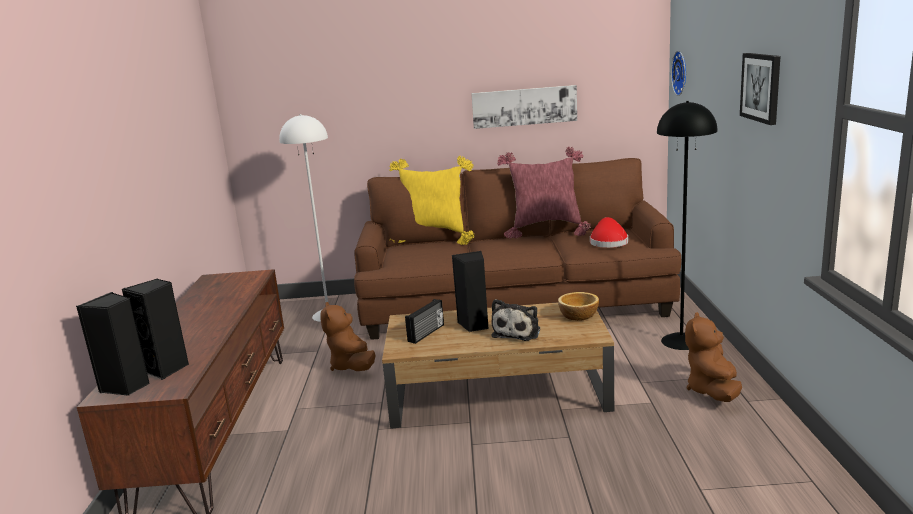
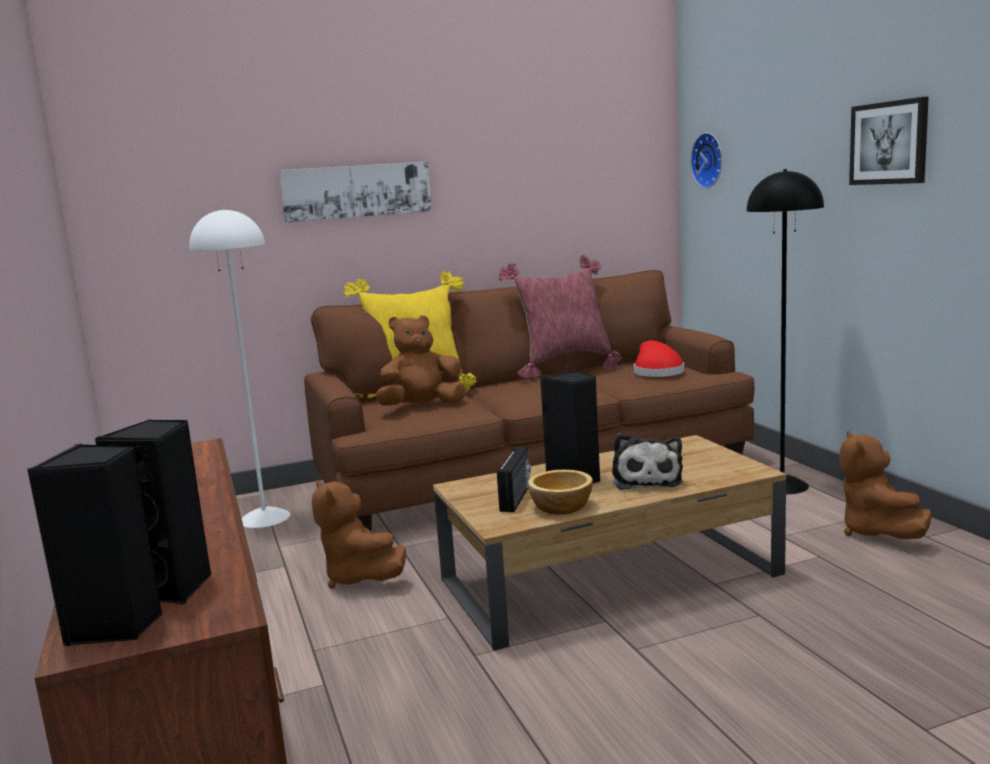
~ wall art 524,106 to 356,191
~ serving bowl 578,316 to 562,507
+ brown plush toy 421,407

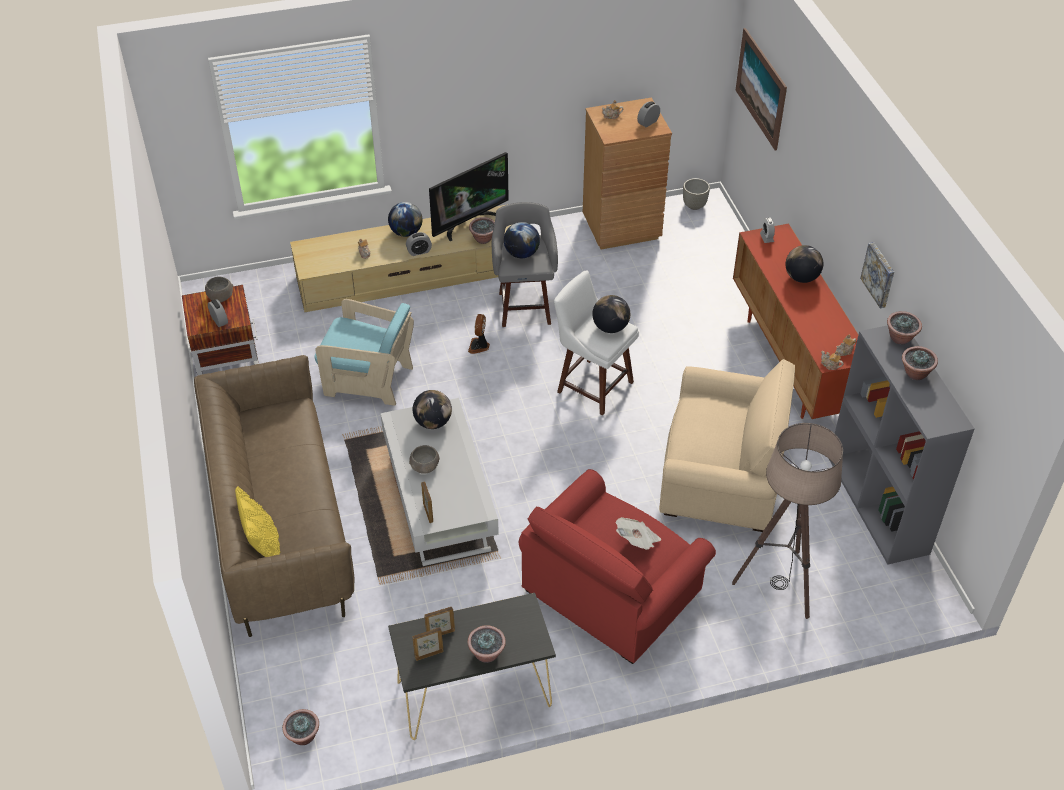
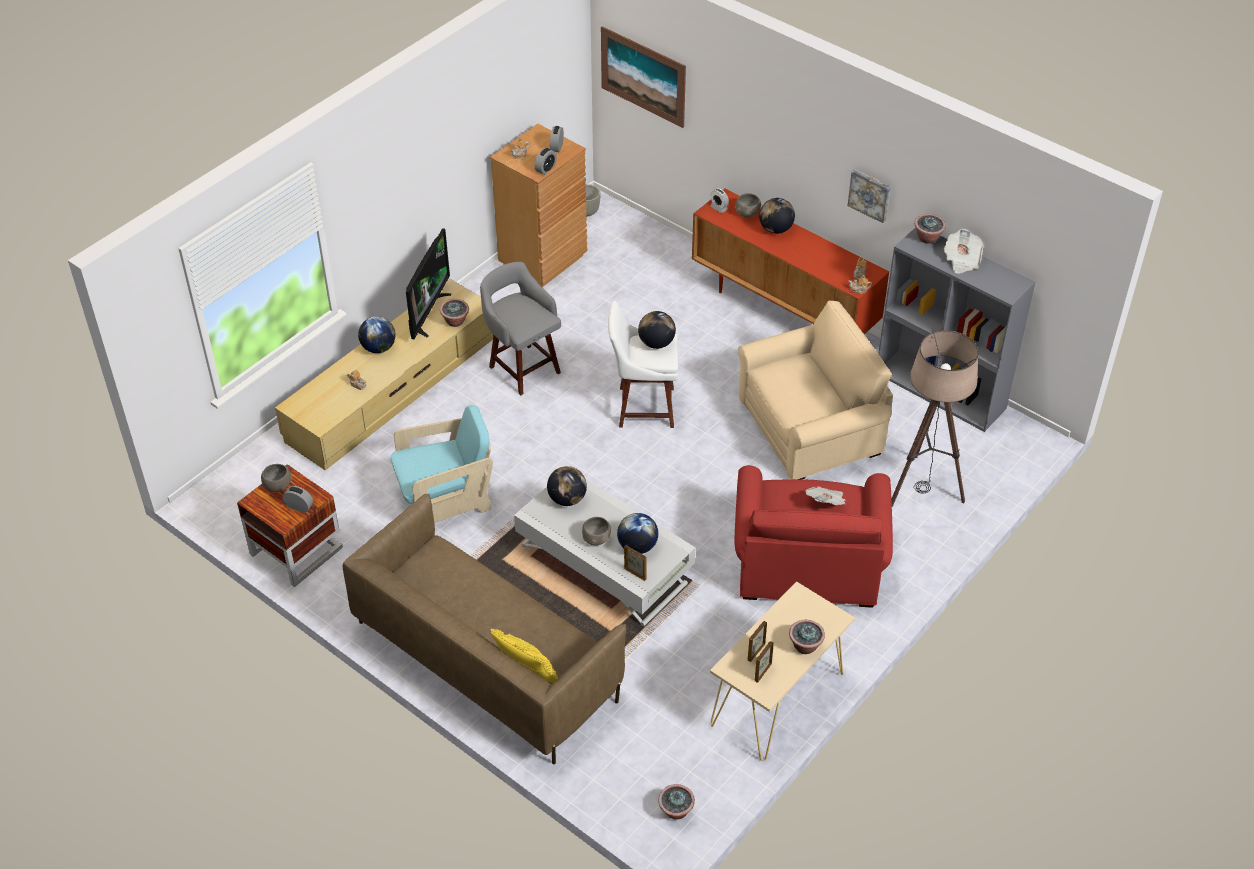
~ desk globe 521,254 to 637,546
~ bedside clock 419,251 to 545,169
- cooling fan 479,346
~ plant in a pot 915,374 to daily paper 961,260
~ black-coloured narrow table 473,694 to sand-coloured narrow table 777,699
+ greyish serving bowl 747,213

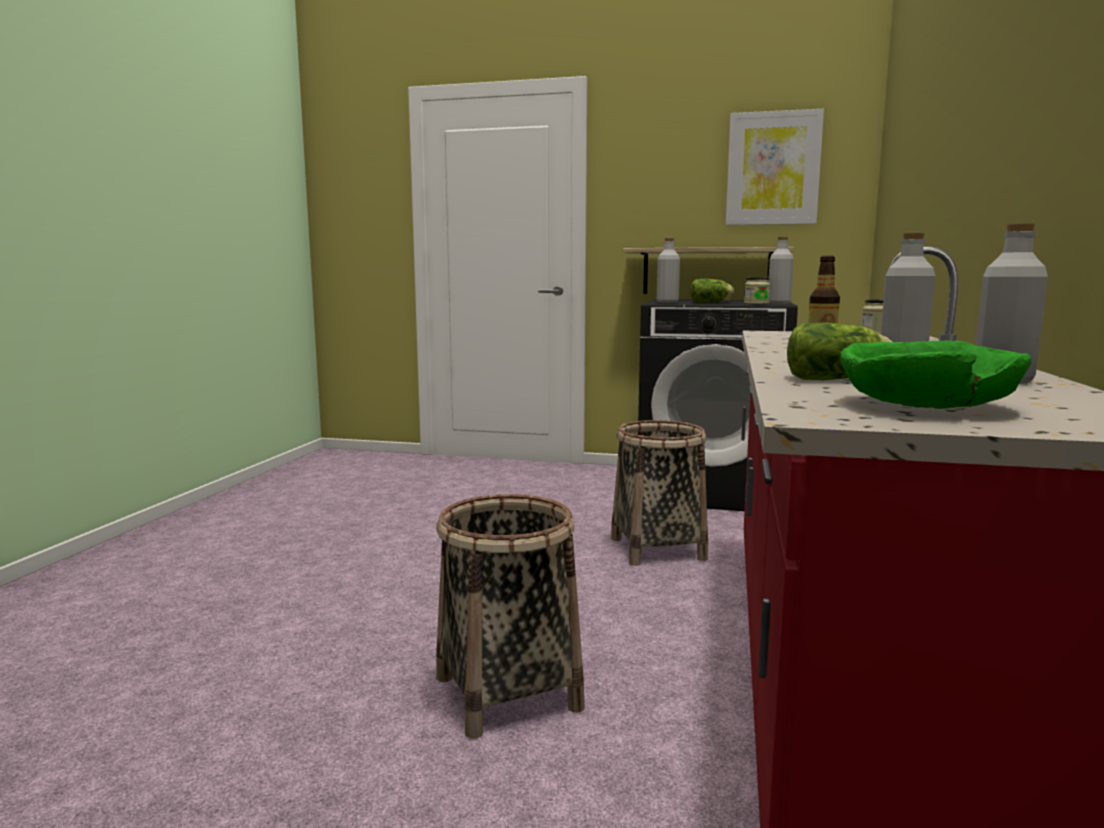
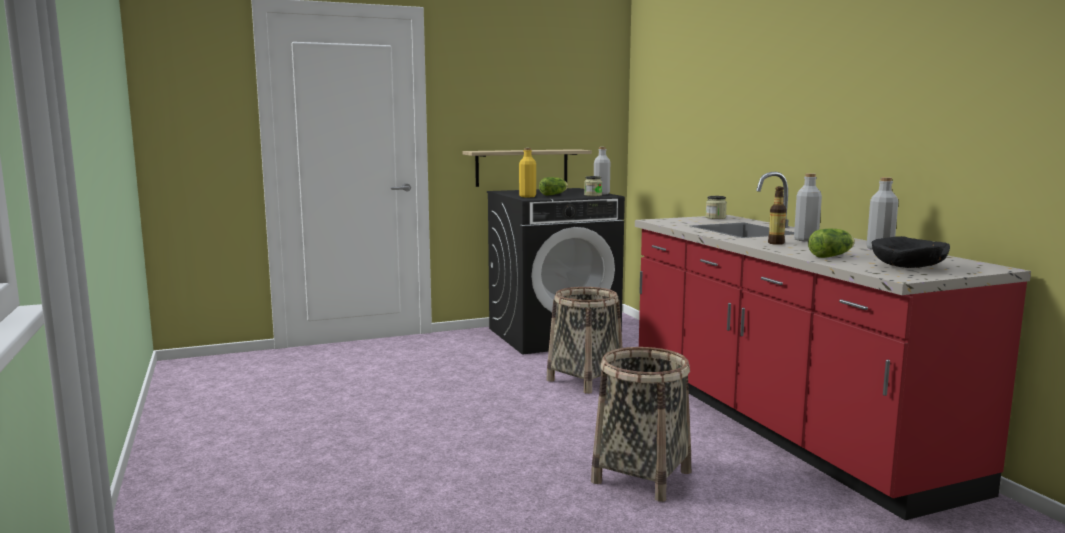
- wall art 773,169
~ greyish drink bottle 667,302 to yellowish drink bottle 527,196
~ green serving bowl 924,406 to black-coloured serving bowl 908,267

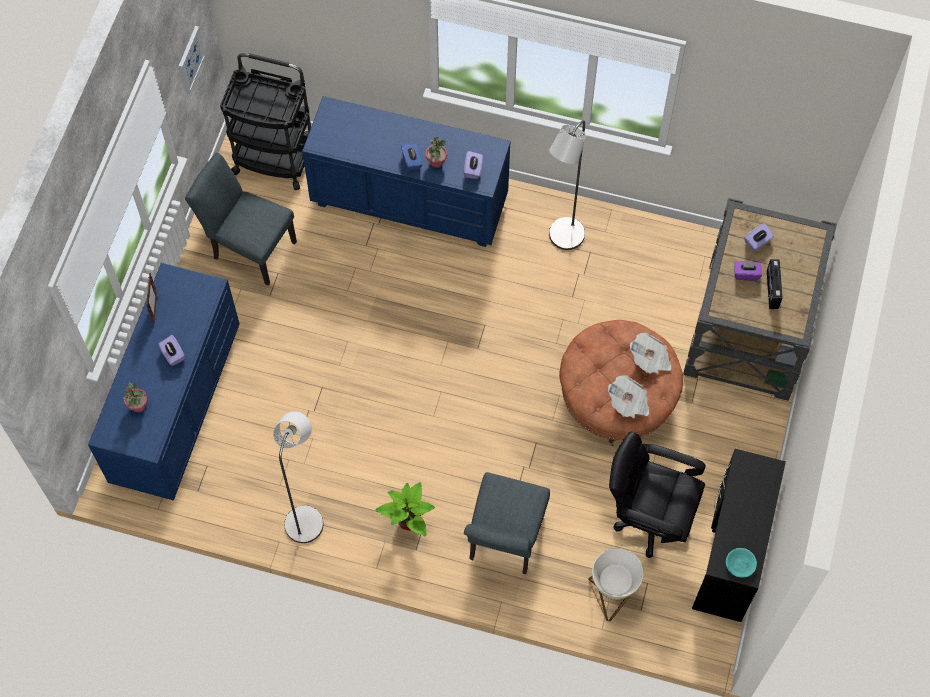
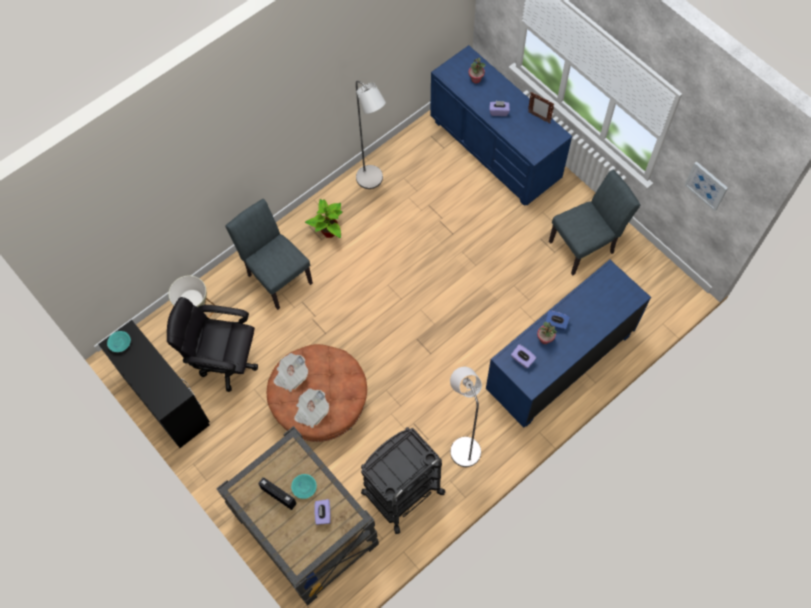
~ black-coloured wheeled cart 274,157 to 402,492
~ purple-coloured tissue box 746,274 to blue-green serving bowl 304,487
~ black-coloured computer chair 647,521 = 225,365 135 degrees counterclockwise

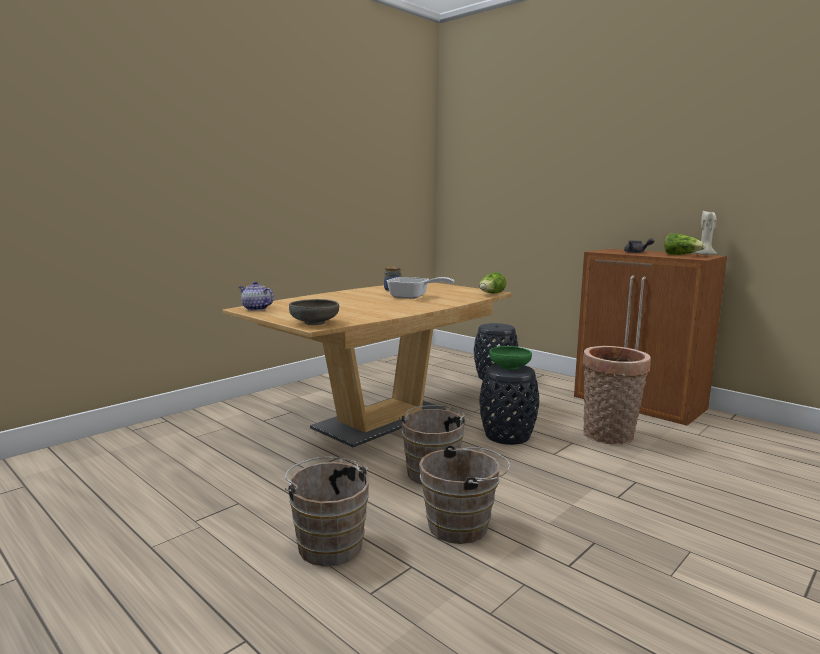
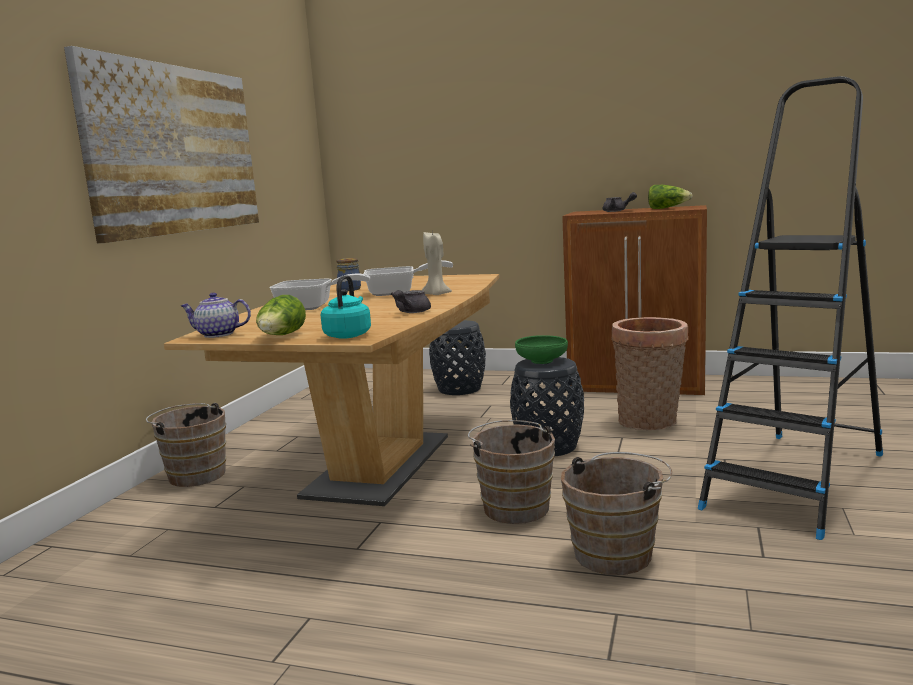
~ sand-coloured wax candle 704,255 to 436,294
~ lettuce 491,294 to 281,336
~ greyish serving bowl 314,323 to blue-green tea kettle 348,335
~ brown bucket 328,543 to 194,474
+ wall art 174,150
+ black-coloured step stool 796,480
+ skillet 312,307
+ greyish teapot 411,312

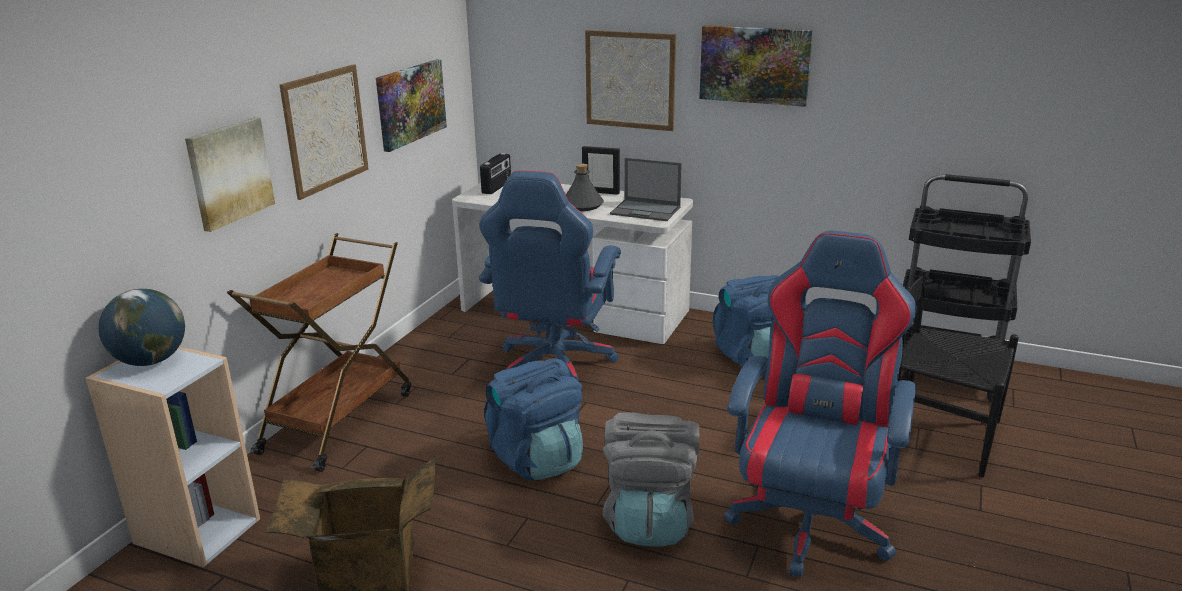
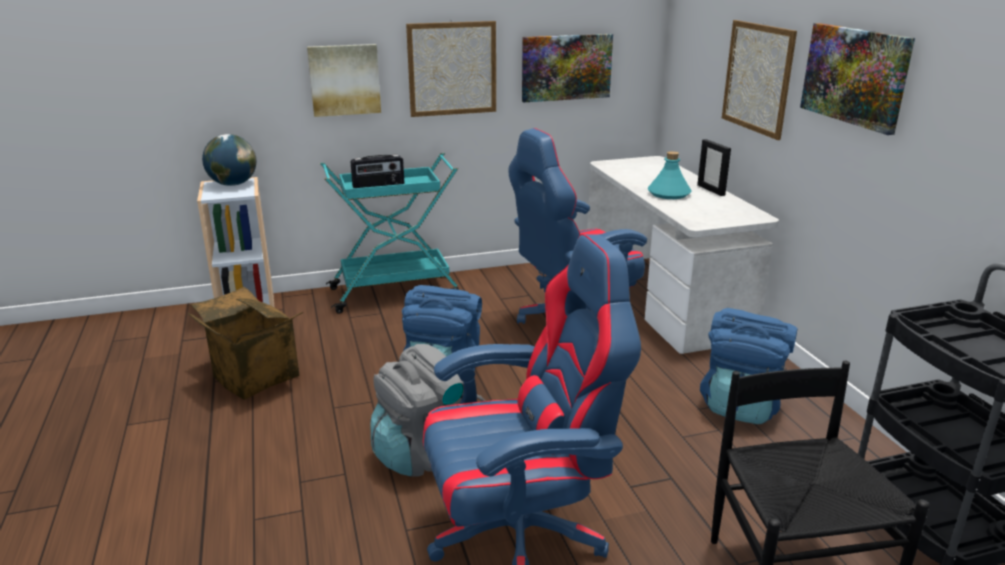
~ radio 497,187 to 378,187
- laptop 646,211
~ greyish drink bottle 582,205 to blue-green drink bottle 669,194
~ brown wheeled cart 339,422 to blue-green wheeled cart 394,293

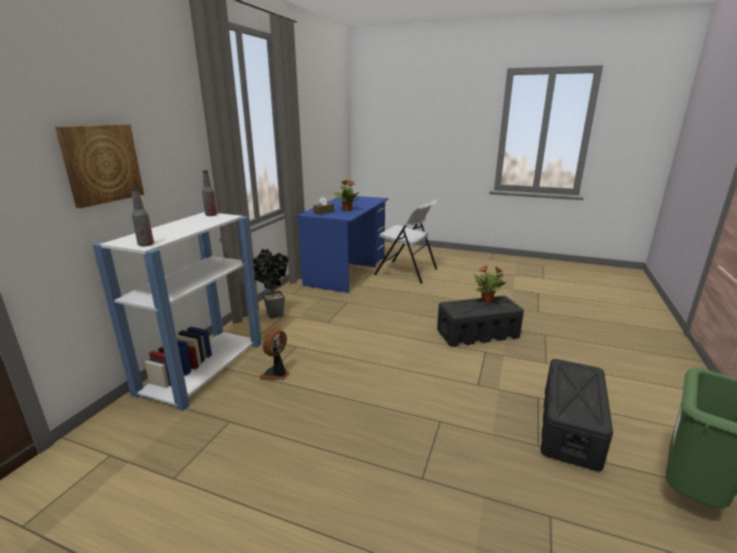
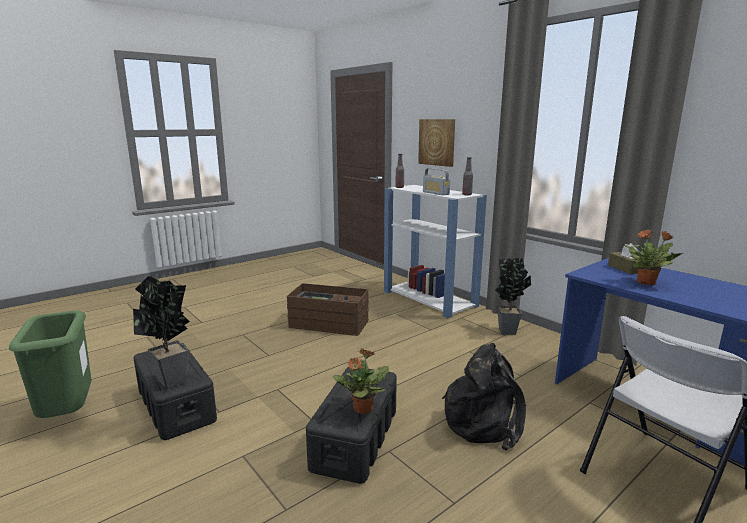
- cooling fan 276,374
+ radio 435,193
+ plant in a pot 171,383
+ brown storage bin 329,323
+ black-coloured knapsack 485,421

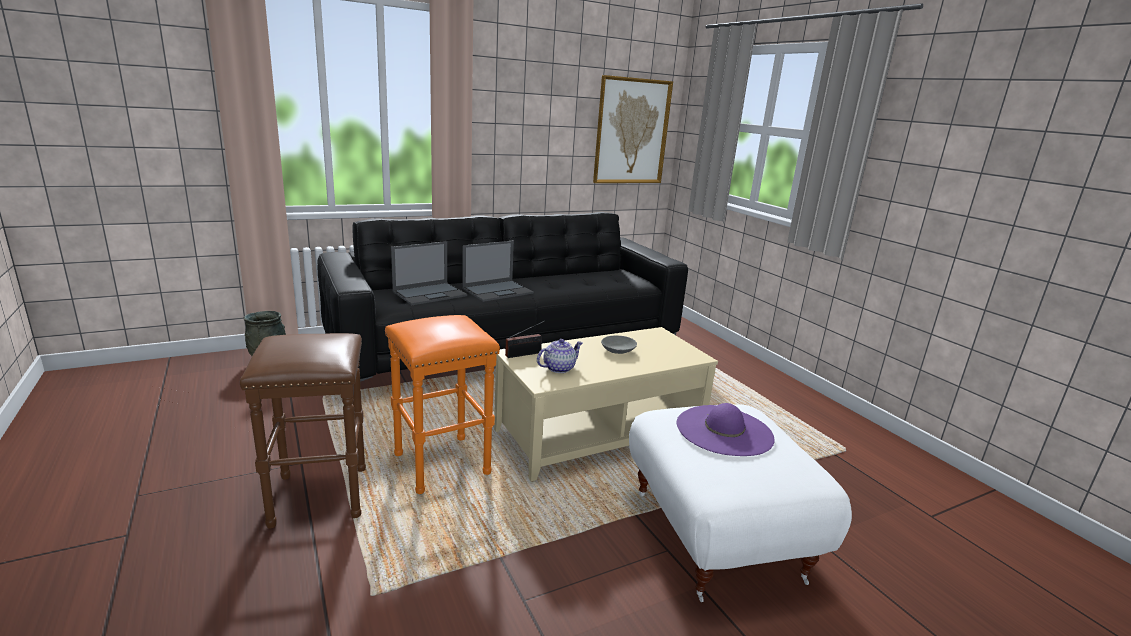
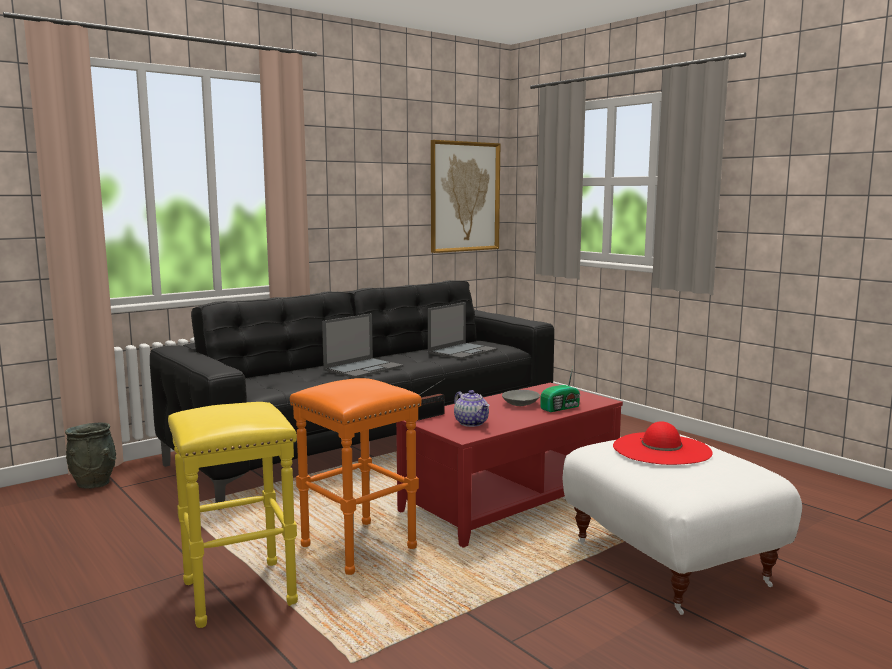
~ laptop 430,293 to 463,351
~ sand-coloured low table 598,434 to reddish low table 509,500
~ brown sitting stool 321,497 to yellowish sitting stool 242,593
~ teapot 559,368 = 472,423 105 degrees clockwise
~ purple-coloured wearable hat 724,430 to reddish wearable hat 661,449
+ radio 561,408

